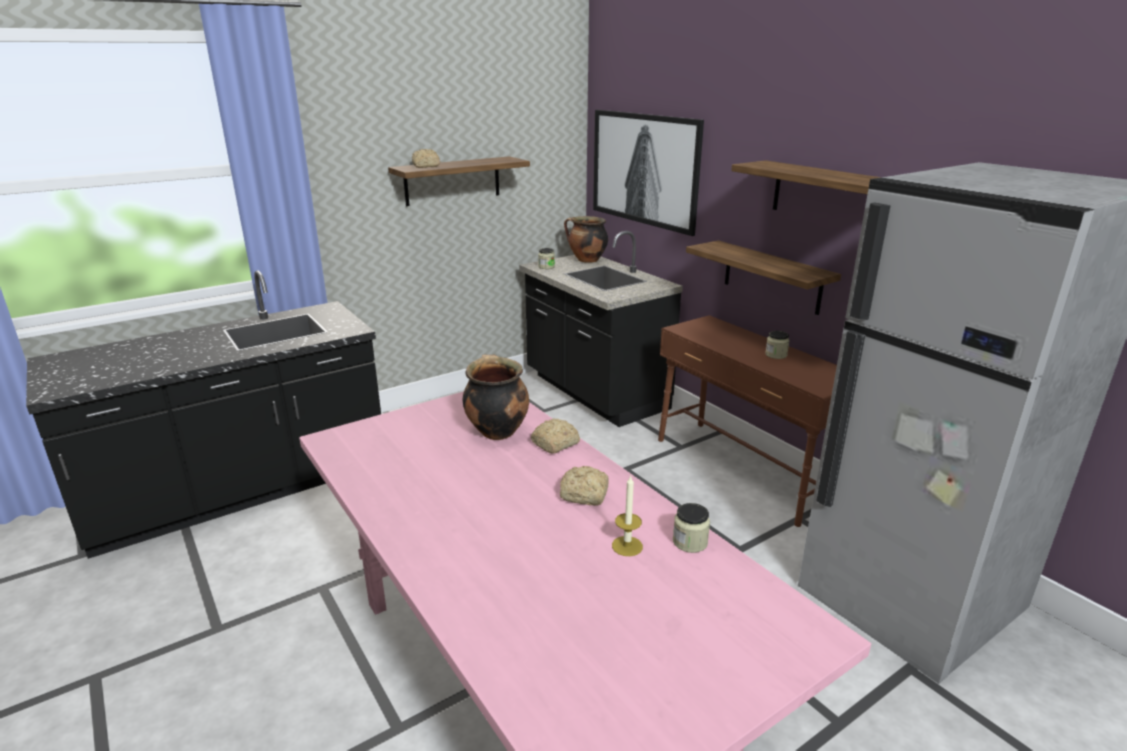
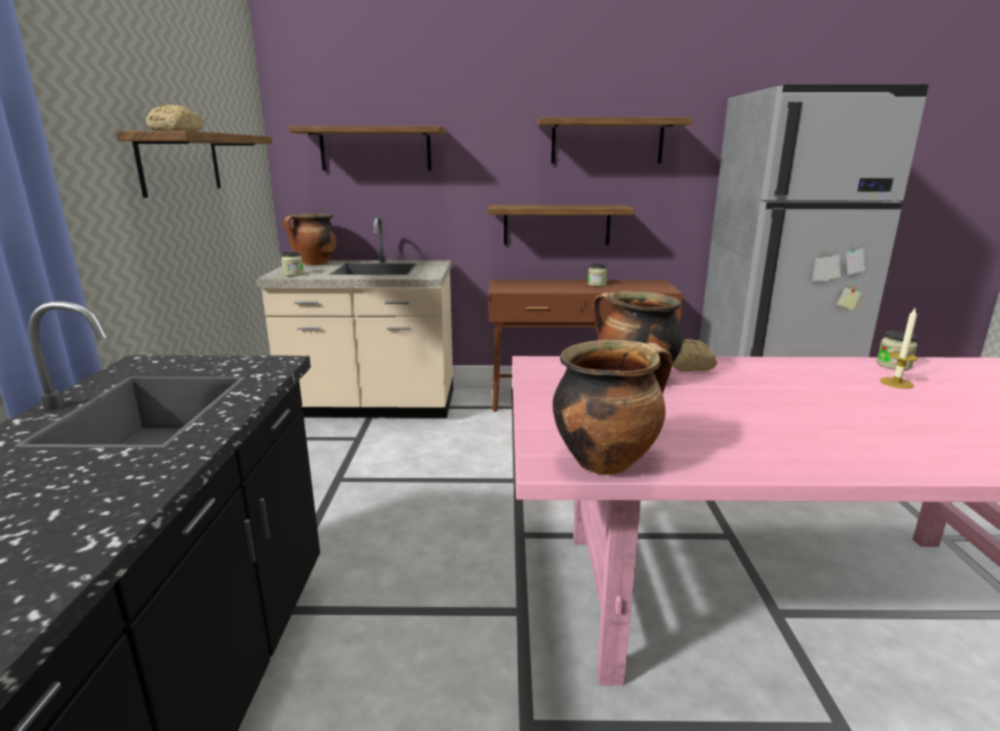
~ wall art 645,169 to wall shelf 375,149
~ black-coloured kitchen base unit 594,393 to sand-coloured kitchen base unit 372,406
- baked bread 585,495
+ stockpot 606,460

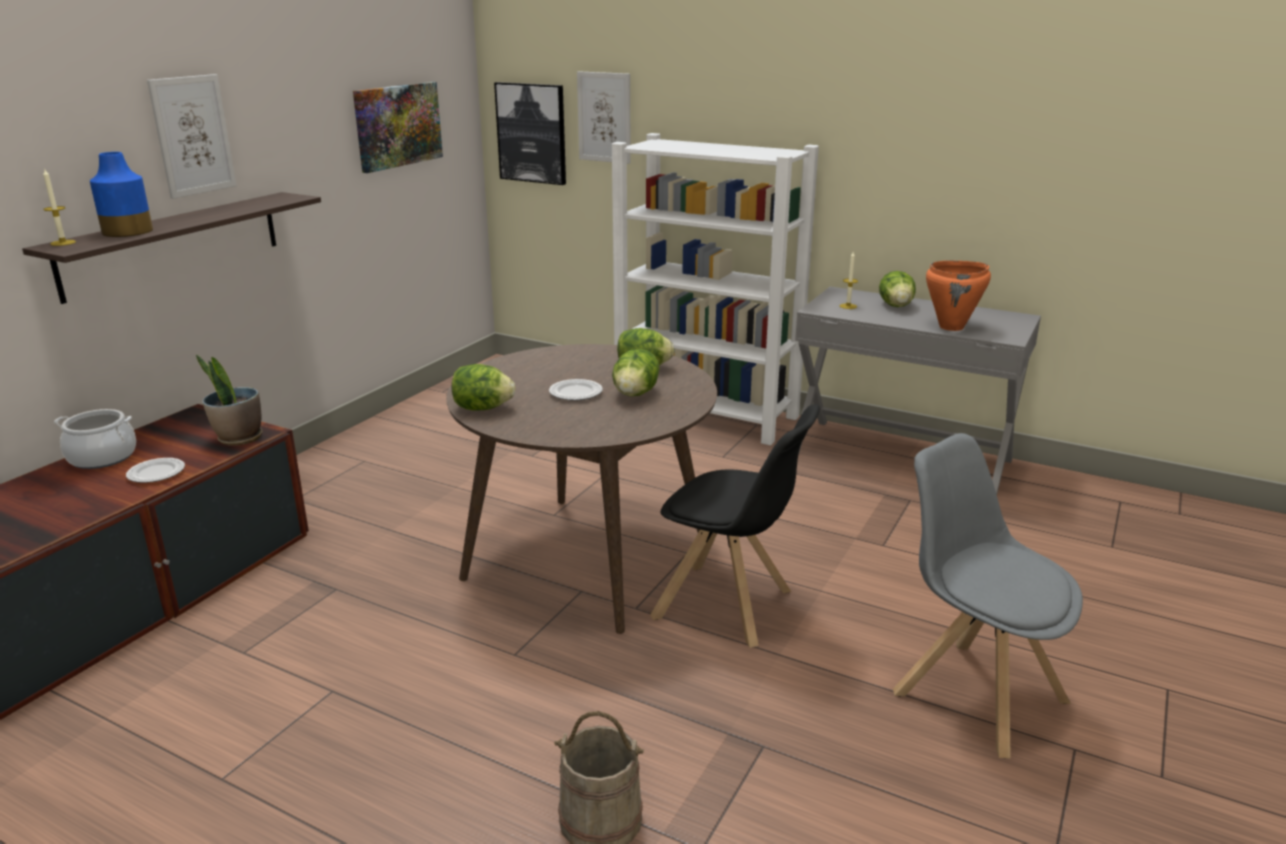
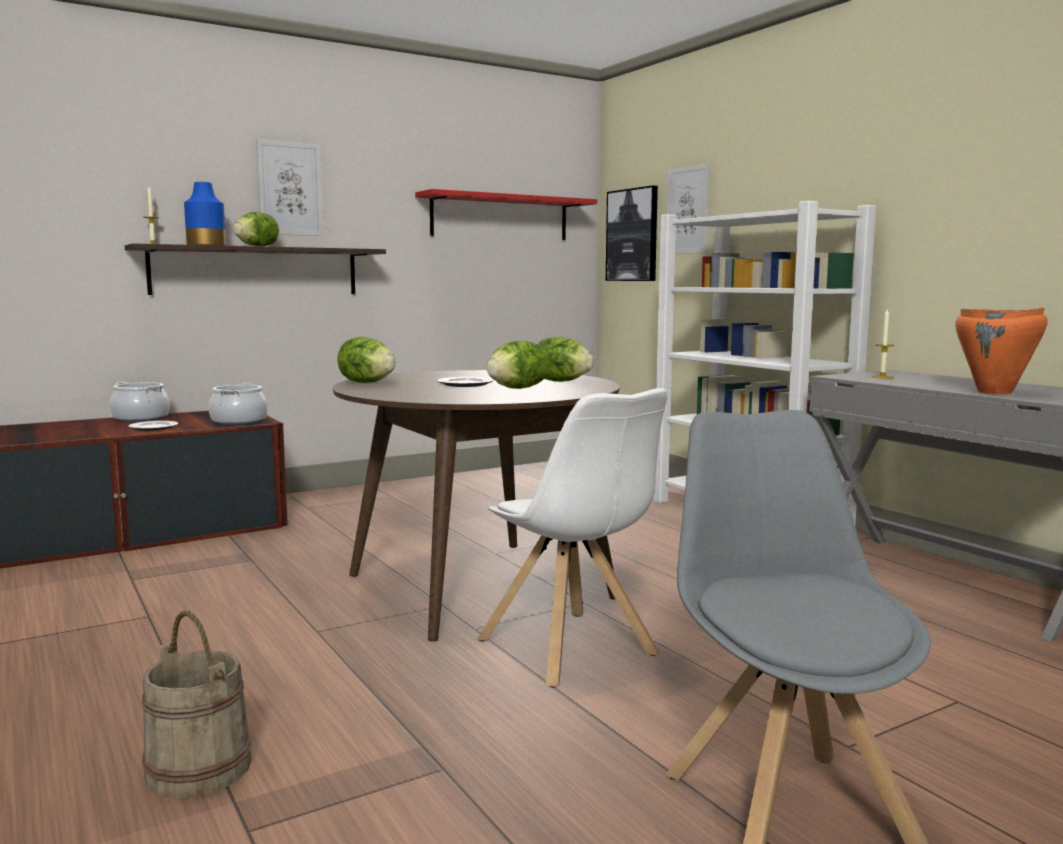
~ wall art 398,125 to reddish wall shelf 500,217
~ lettuce 896,306 to 257,246
~ plant in a pot 239,438 to stockpot 239,422
~ black-coloured upright chair 729,606 to white-coloured upright chair 572,650

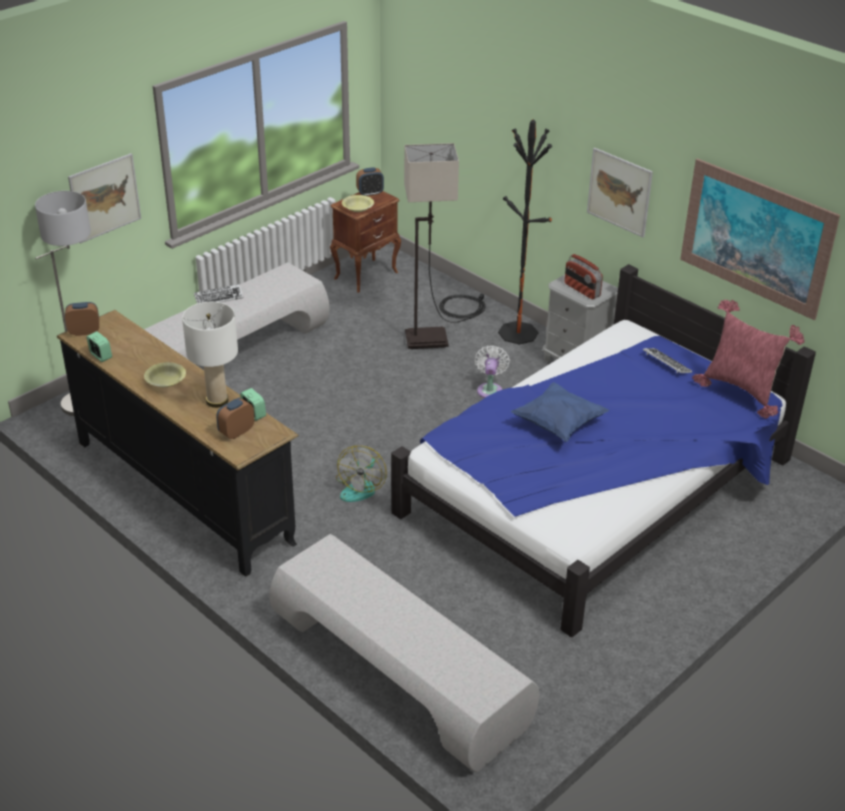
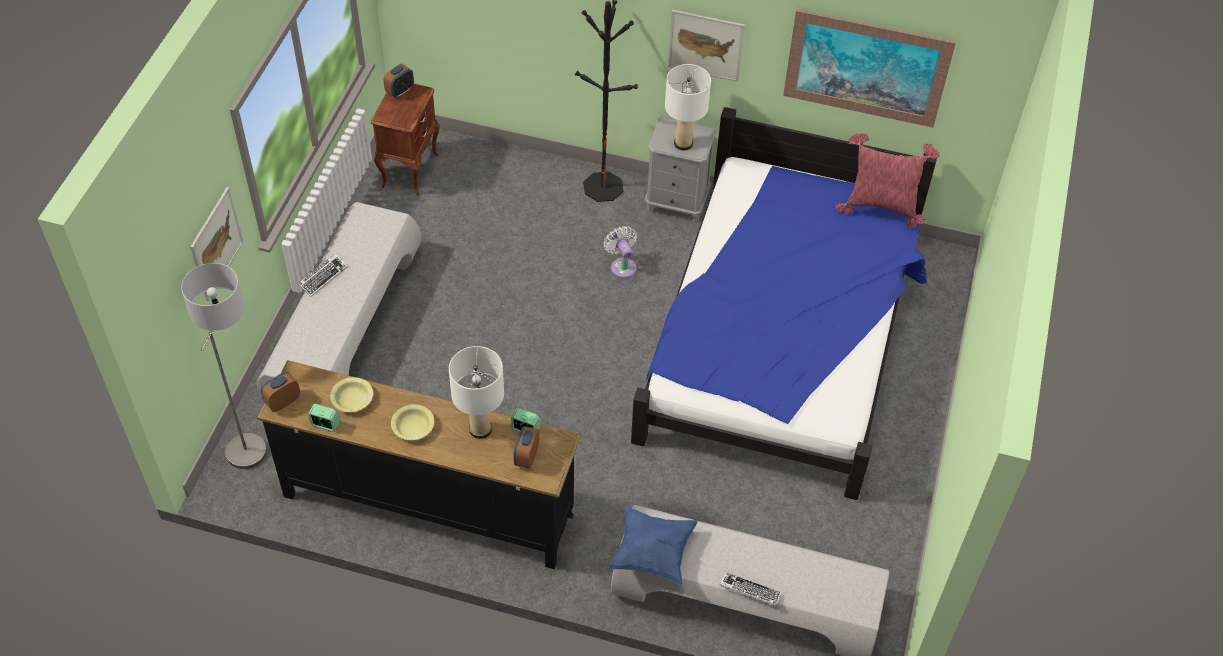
- floor lamp 447,322
~ yellowish serving bowl 358,208 to 352,399
~ radio 581,290 to white-coloured lamp for a table 683,143
~ computer keyboard 666,364 to 749,591
~ bluish throw pillow 558,424 to 652,553
- cooling fan 361,487

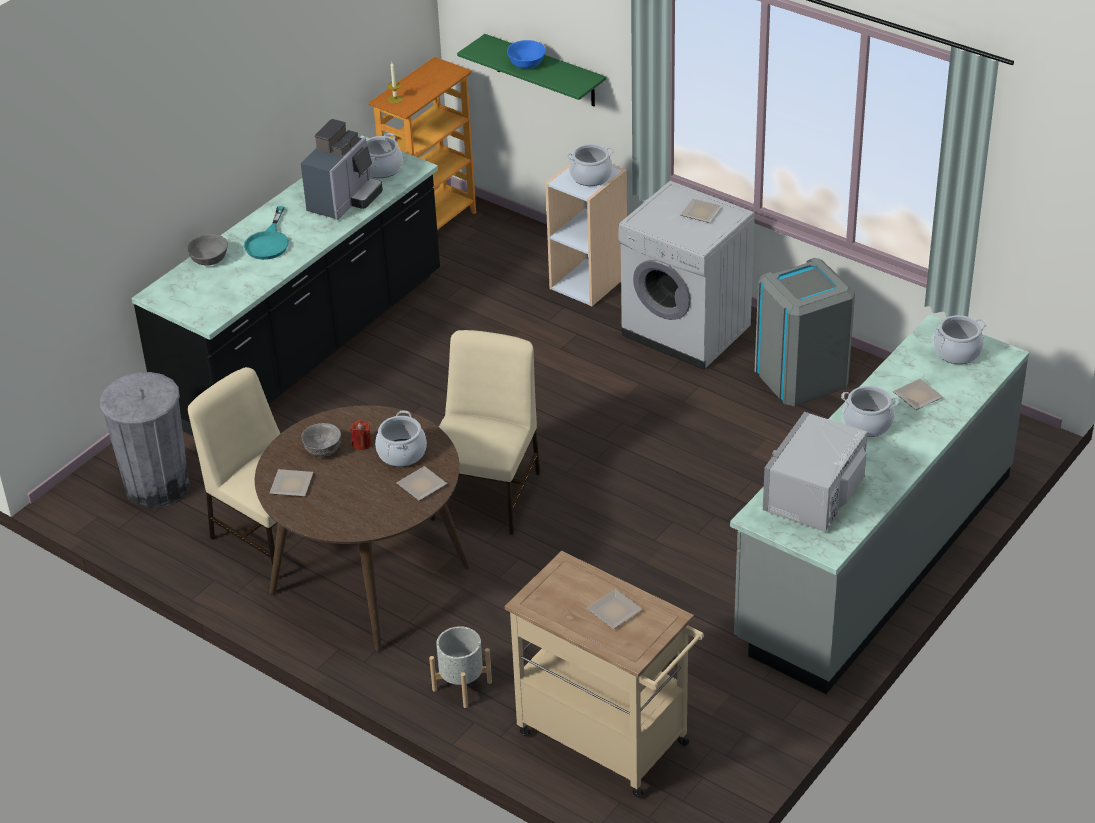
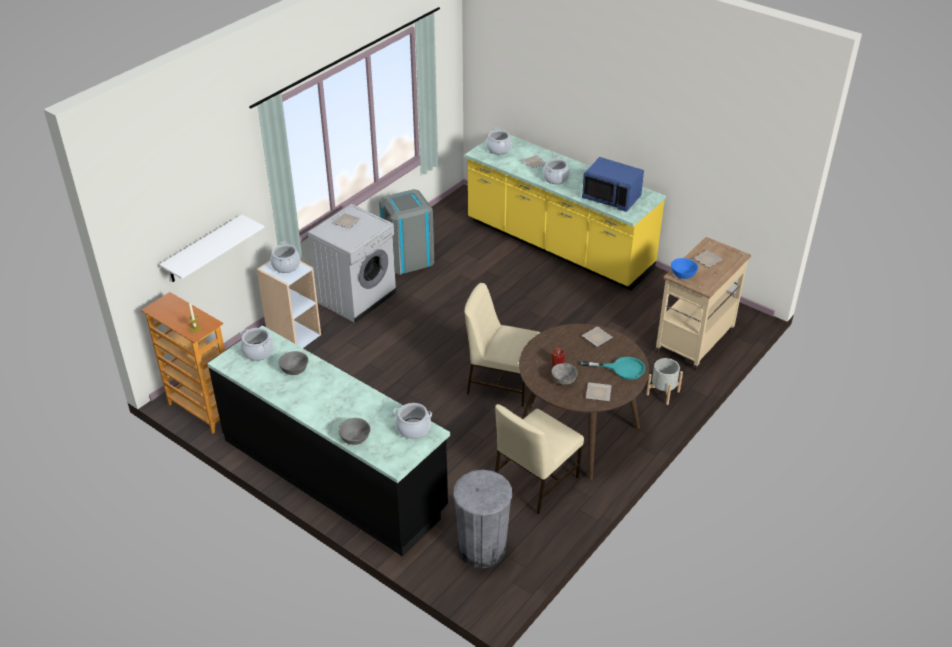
~ green wall shelf 545,71 to white-coloured wall shelf 203,249
~ bluish serving bowl 527,64 to 683,274
~ coffee maker 344,200 to greyish serving bowl 294,369
~ blue-green skillet 269,242 to 622,369
~ greyish kitchen base unit 874,557 to yellowish kitchen base unit 558,246
~ stockpot 402,453 to 413,428
~ greyish microwave oven 815,495 to bluish microwave oven 612,197

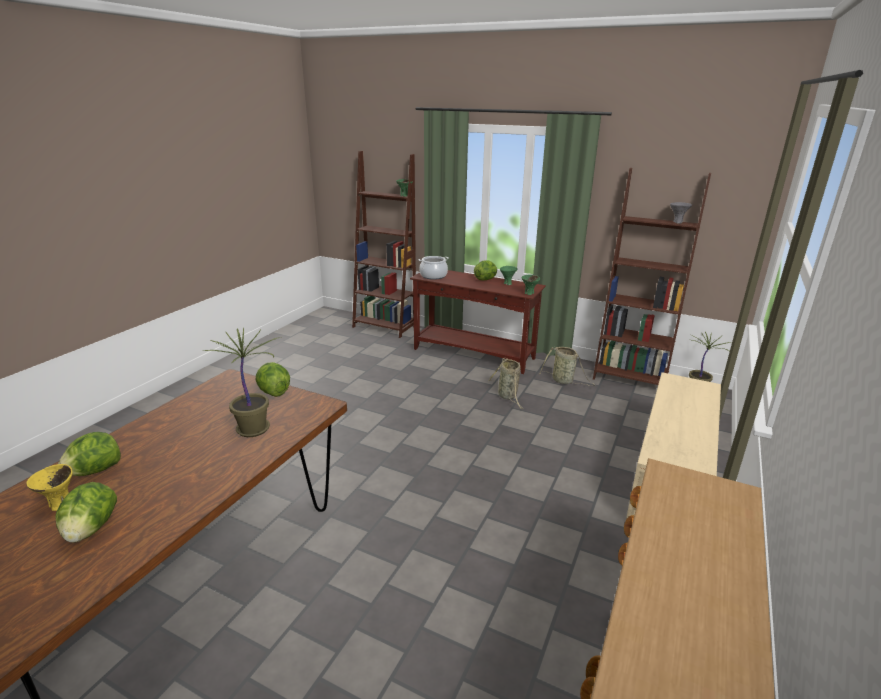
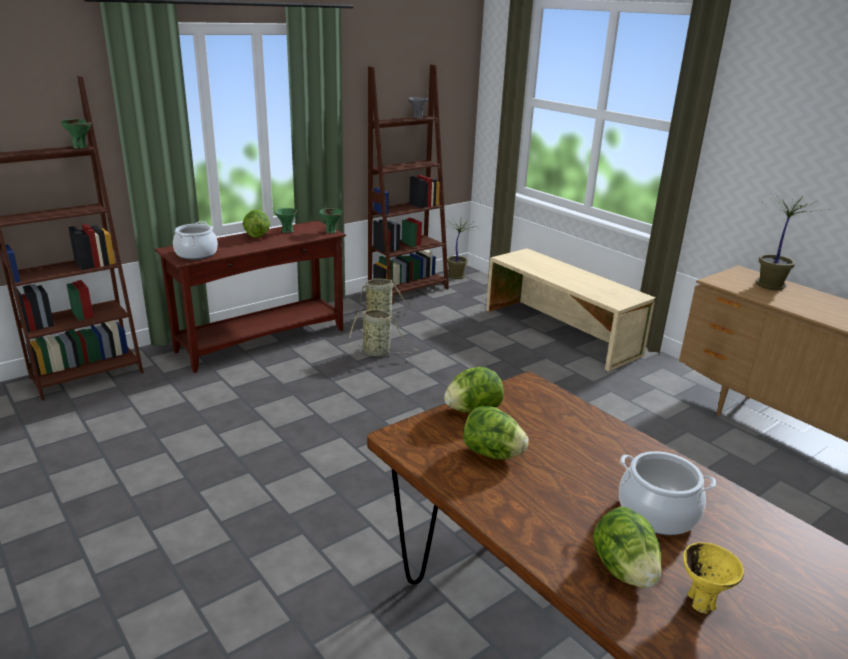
~ plant in a pot 255,429 to 769,285
~ lettuce 91,529 to 492,454
+ stockpot 657,513

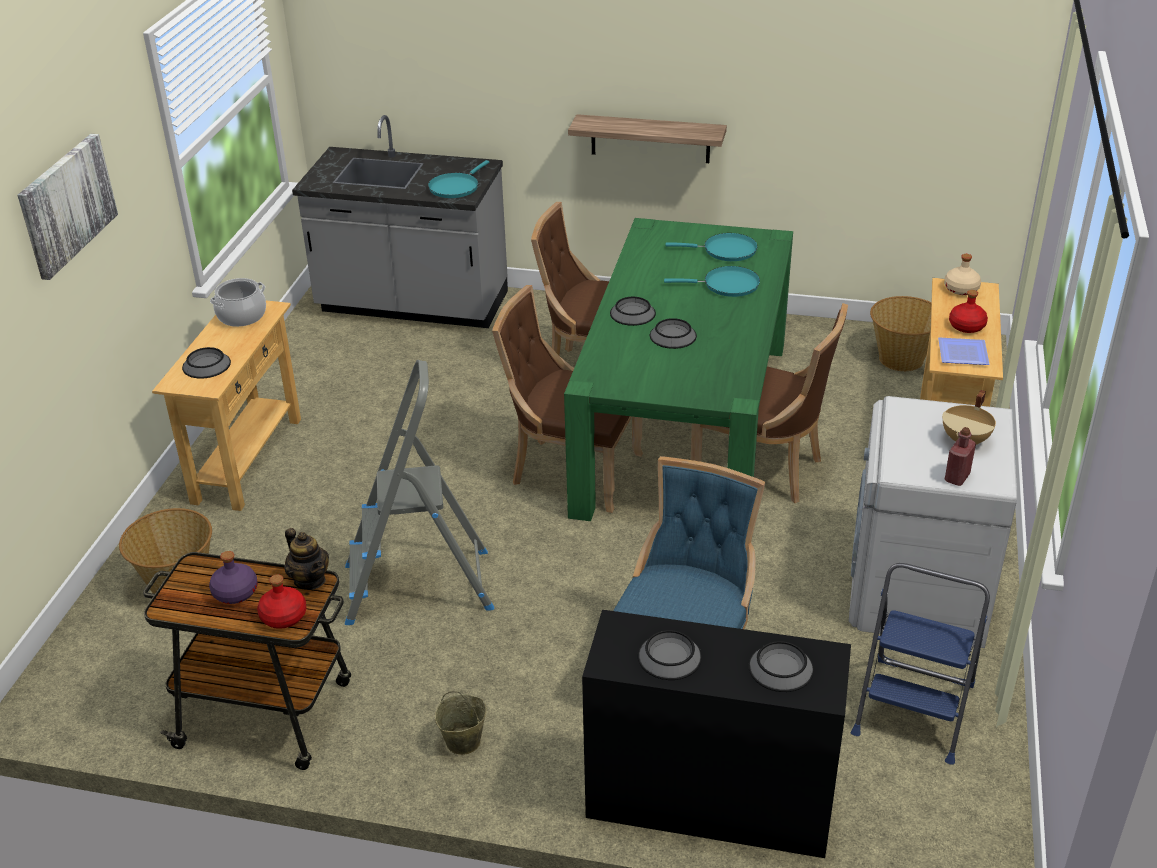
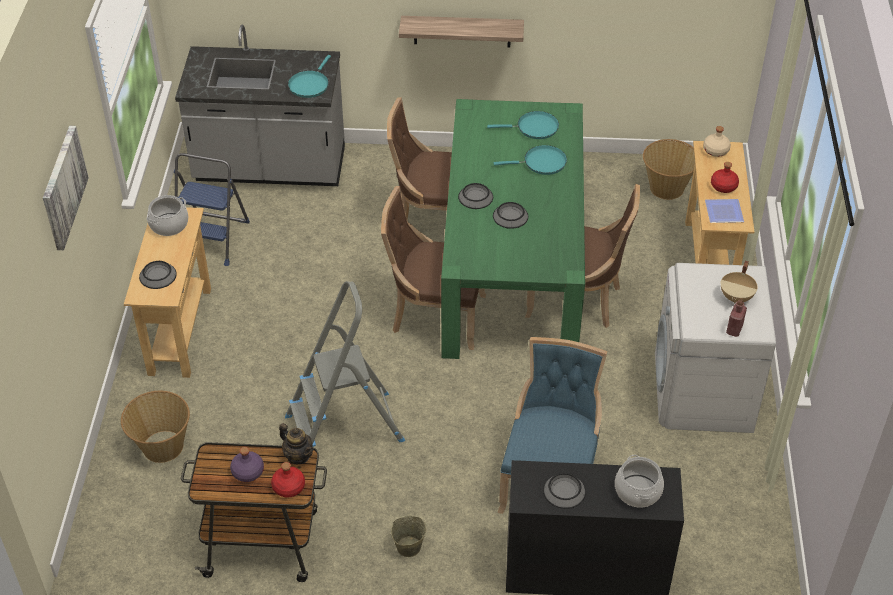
~ bluish step stool 916,705 to 213,236
~ serving bowl 781,668 to stockpot 638,491

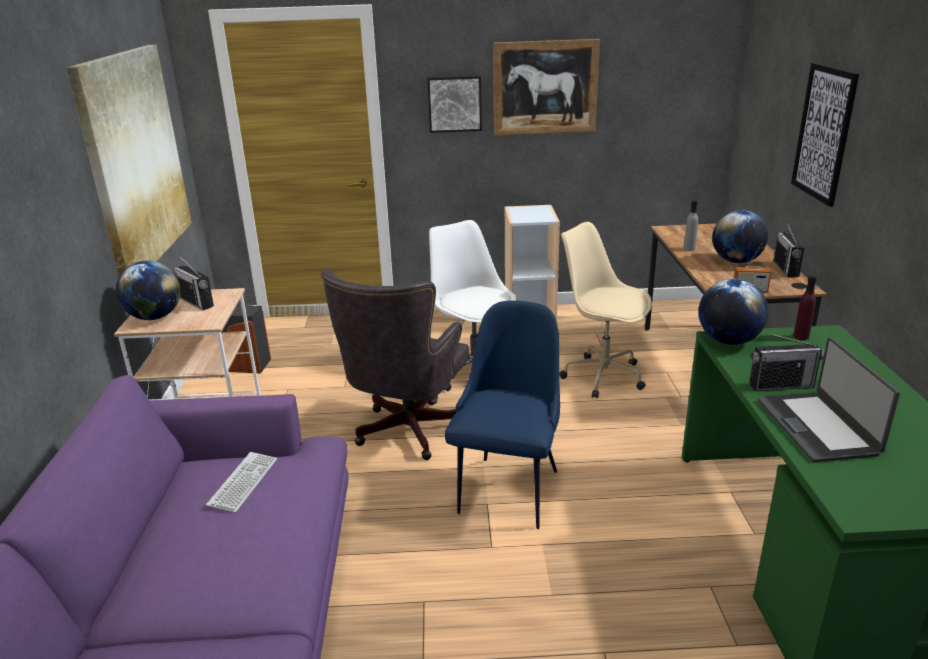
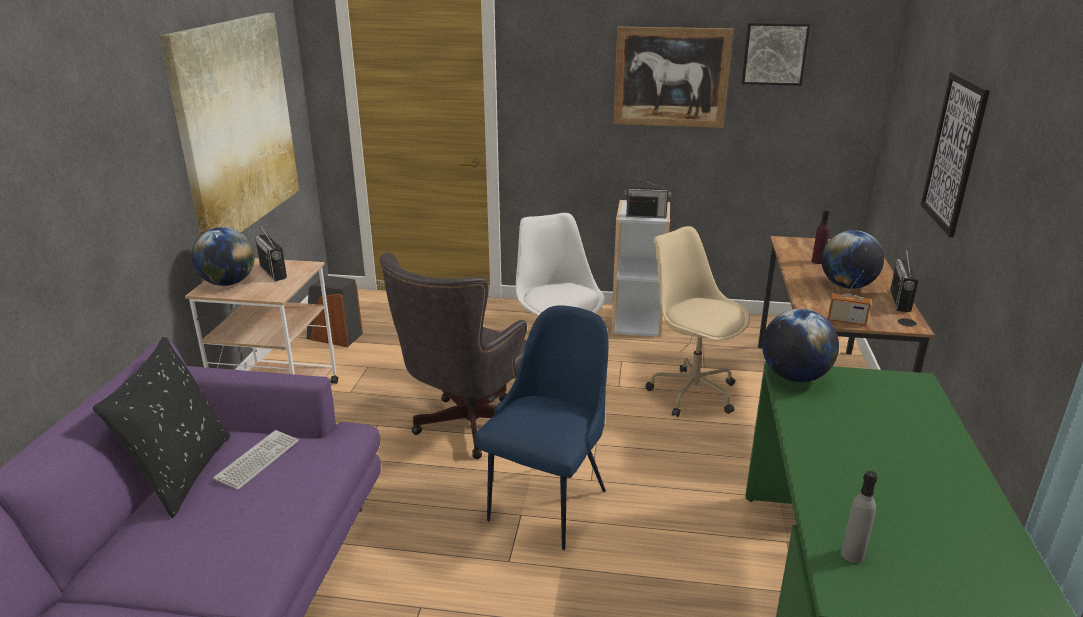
~ wall art 454,104 to 774,53
~ greyish drink bottle 689,249 to 852,554
~ purple-coloured drink bottle 801,336 to 817,261
~ radio 781,385 to 646,216
- laptop 818,426
+ black-coloured throw pillow 181,473

